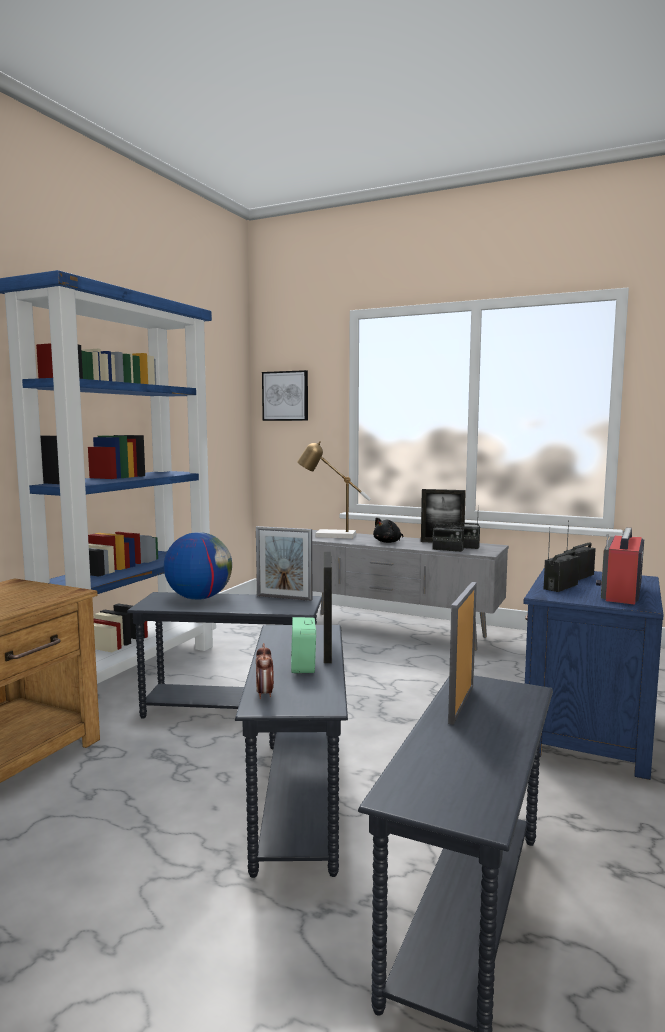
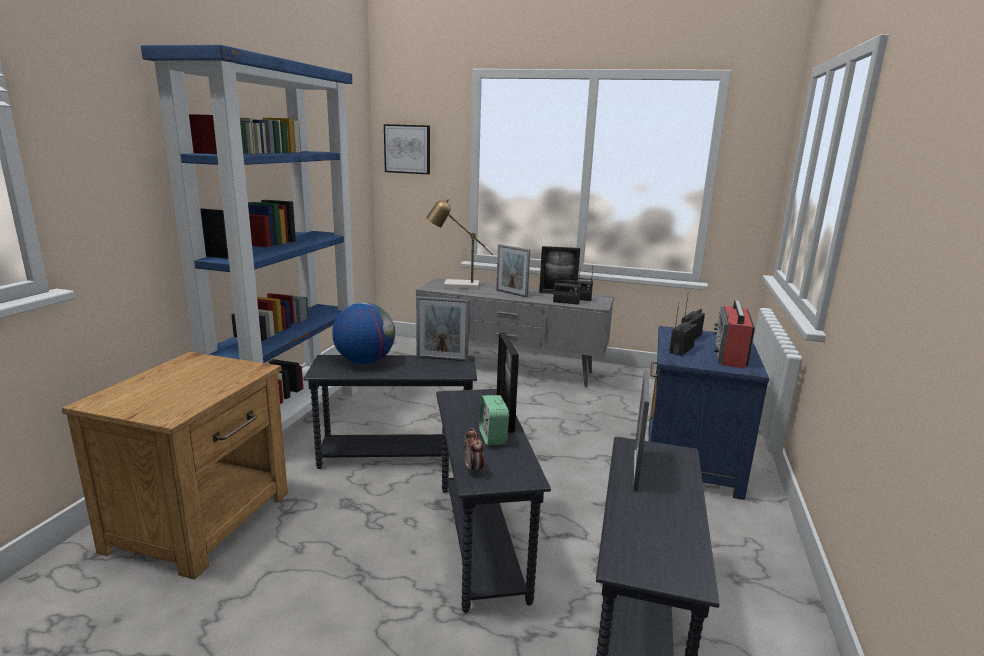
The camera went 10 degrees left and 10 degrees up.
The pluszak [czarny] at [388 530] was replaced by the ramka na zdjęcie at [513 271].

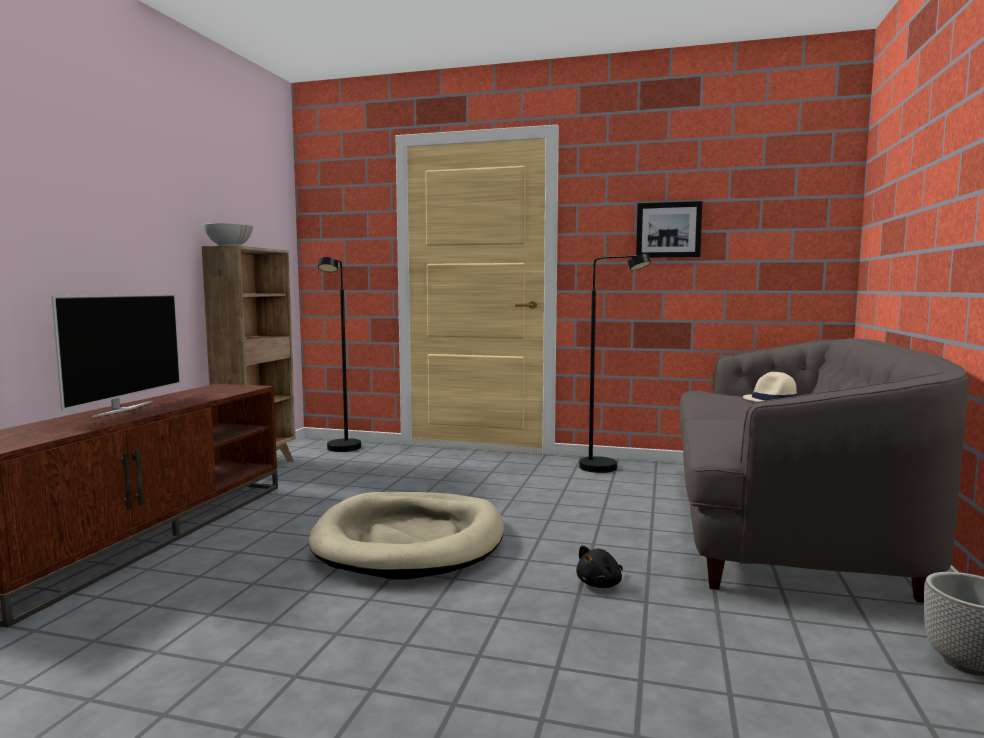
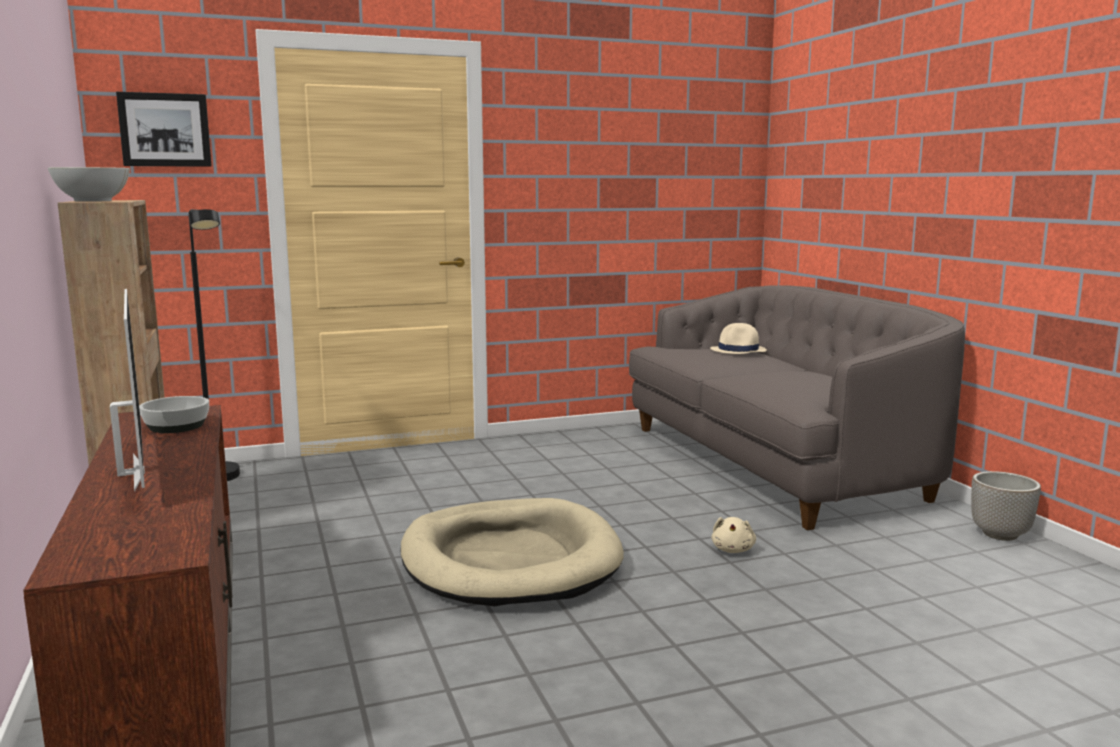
The camera went 35 degrees left and 5 degrees up.
The obraz moved from [669 229] to [164 129].
The lampa stojąca [czarny] at [615 363] disappeared.
The pluszak [czarny] at [599 567] became the pluszak [beżowy] at [733 535].
The miska at [174 414] appeared.

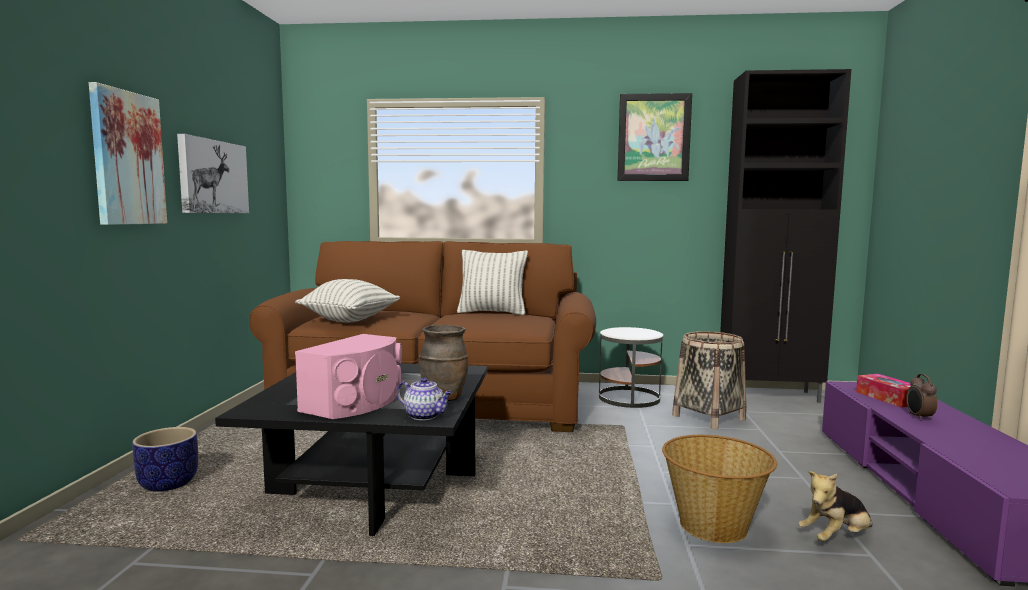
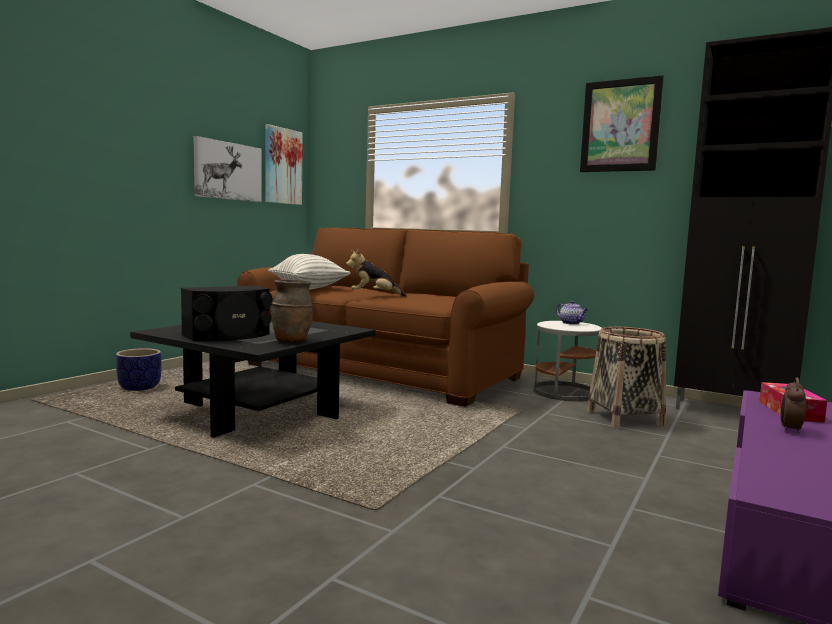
The camera went 25 degrees right and 0 degrees up.
The obraz moved from [128 153] to [284 164].
The poduszka at [492 282] disappeared.
The głośnik [różowy] at [348 376] became the głośnik [czarny] at [226 313].
The imbryk moved from [425 398] to [572 313].
The koszyk at [719 489] disappeared.
The pluszak moved from [835 506] to [376 273].

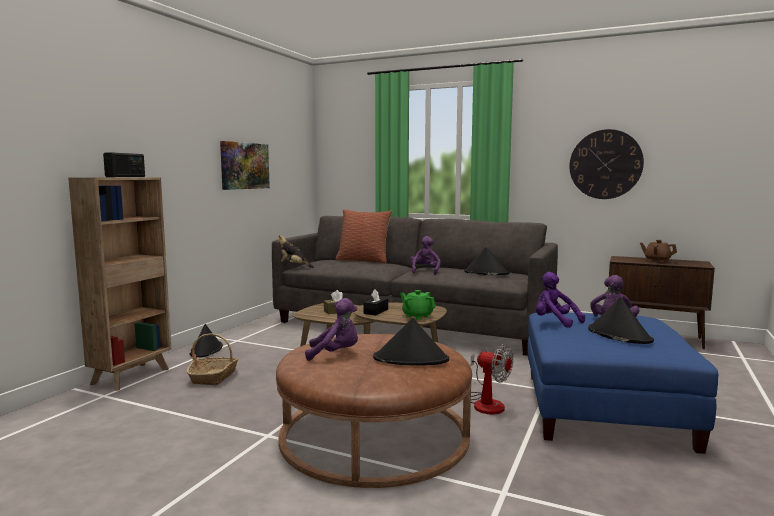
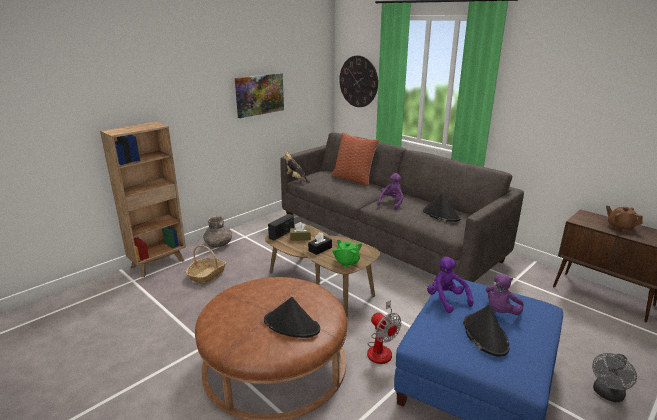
The camera went 20 degrees right and 15 degrees up.
The zegar ścienny moved from [606 164] to [358 81].
The radio moved from [124 164] to [281 227].
The pluszak [fioletowy] at [331 329] disappeared.
The kapelusz [czarny] at [206 341] was replaced by the wazon [szary] at [217 231].
The wentylator [szary] at [614 377] appeared.

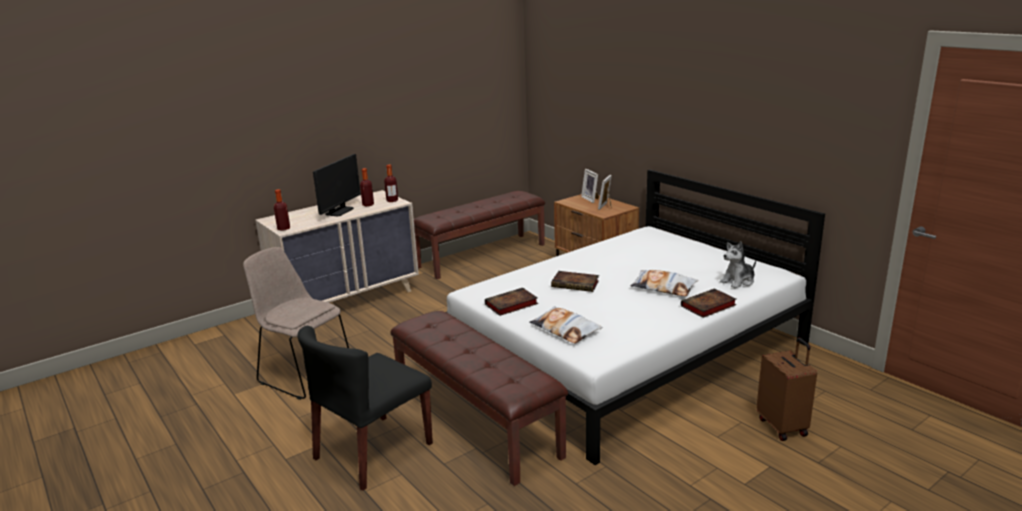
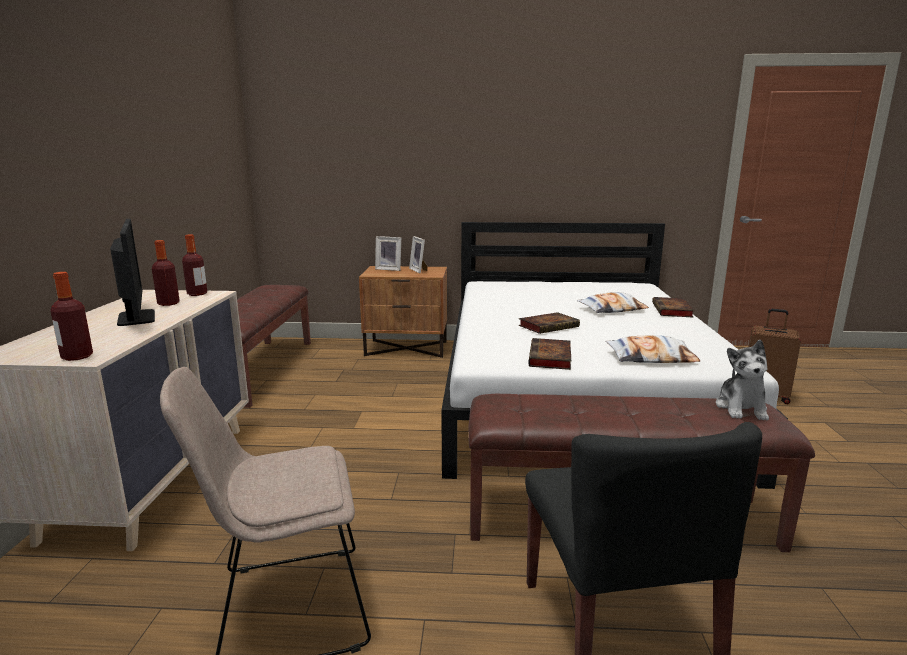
The camera went 50 degrees left and 5 degrees down.
The pluszak moved from [738 264] to [742 380].

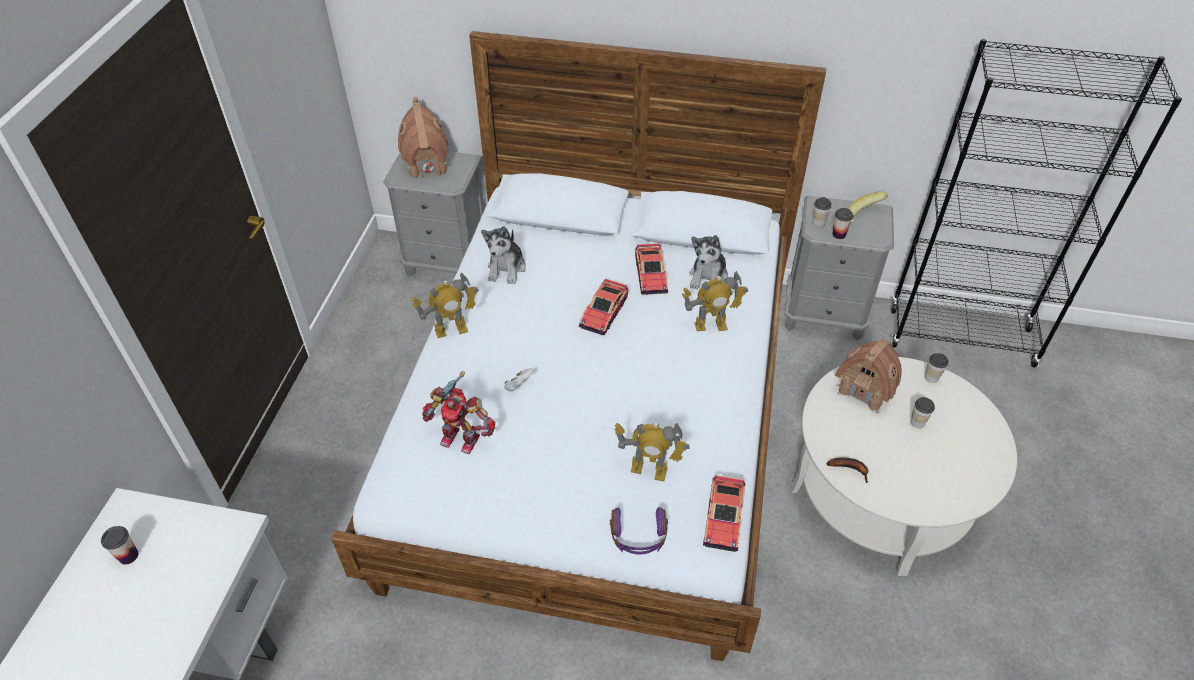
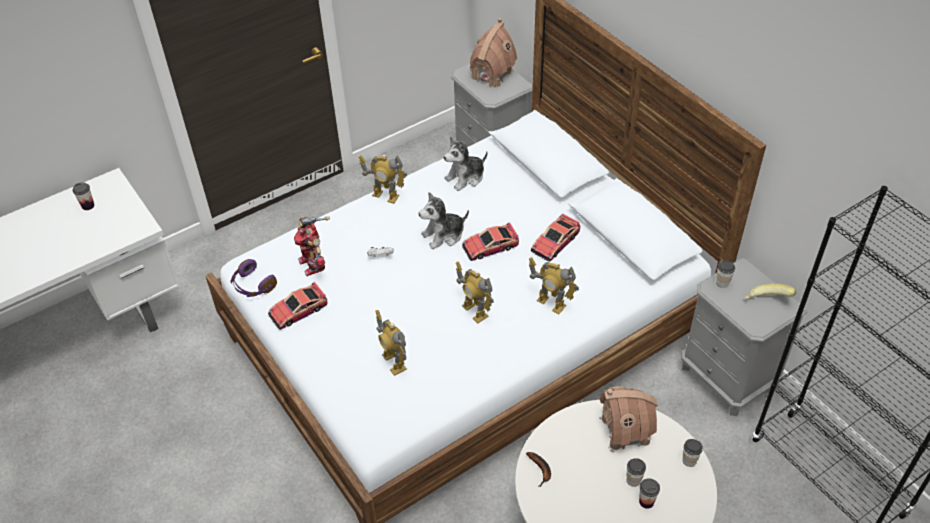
The camera went 45 degrees right and 0 degrees up.
The filiżanka moved from [842 223] to [649 493].
The pluszak moved from [709 262] to [444 220].
The samochodzik moved from [724 513] to [298 306].
The słuchawki [fioletowy] moved from [639 531] to [253 278].
The robot zabawkowy at [475 292] appeared.

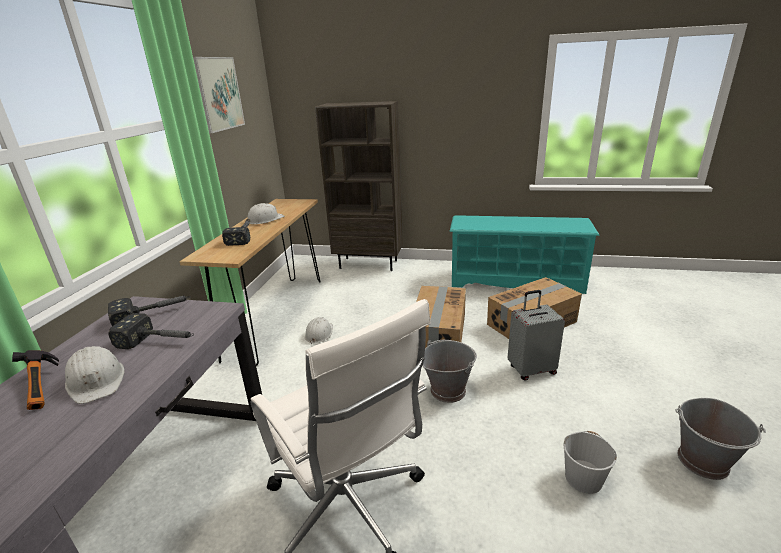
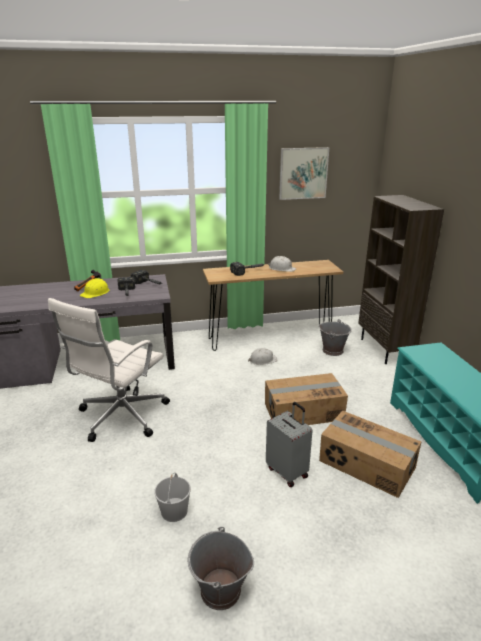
The camera went 65 degrees right and 0 degrees up.
The wiadro [szary] moved from [450 371] to [335 337].
The kask [biały] at [95 375] became the kask [żółty] at [94 288].

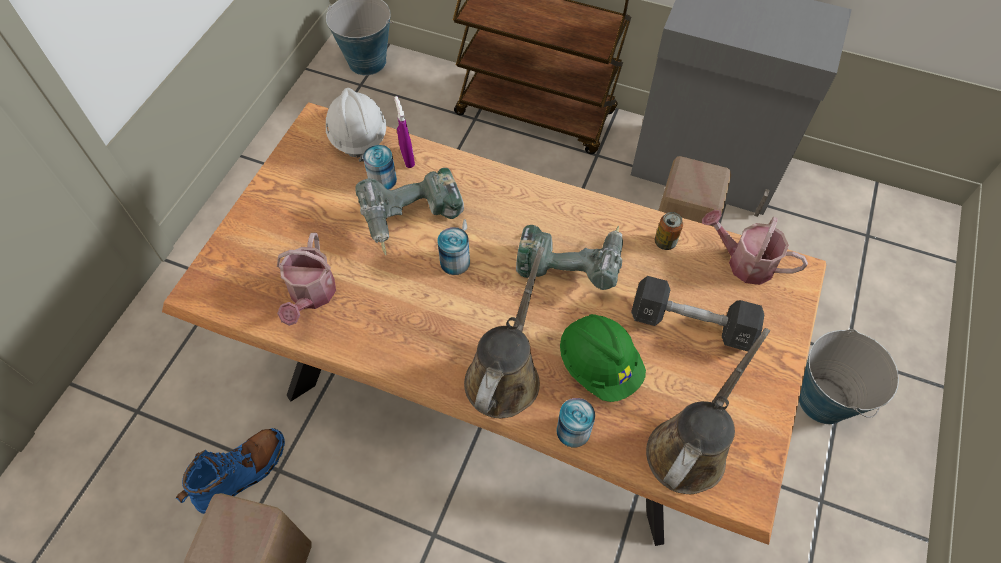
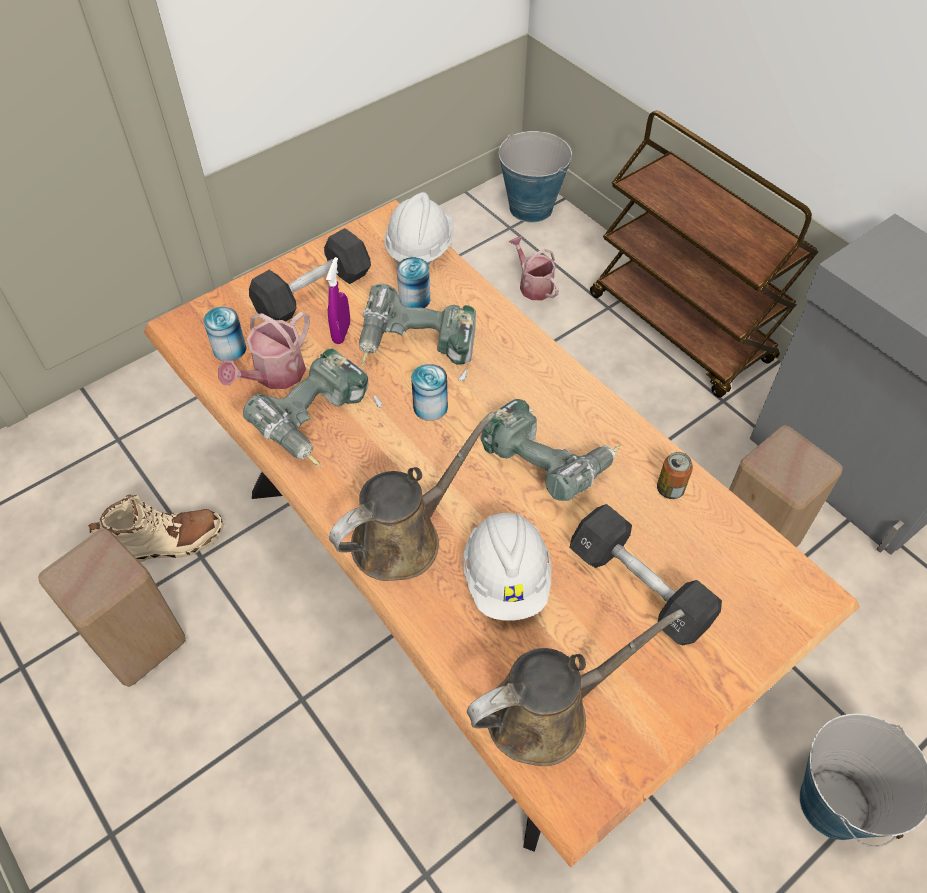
The camera went 30 degrees right and 5 degrees down.
The spryskiwacz [fioletowy] moved from [405 132] to [338 300].
The konewka moved from [755 247] to [534 268].
The kask [zielony] at [603 358] became the kask [biały] at [507 567].
The puszka moved from [575 423] to [224 333].
The but z cholewką [niebieski] at [230 471] became the but z cholewką [beżowy] at [156 528].
The hantel [czarny] at [310 274] appeared.
The wiertarka at [312 408] appeared.

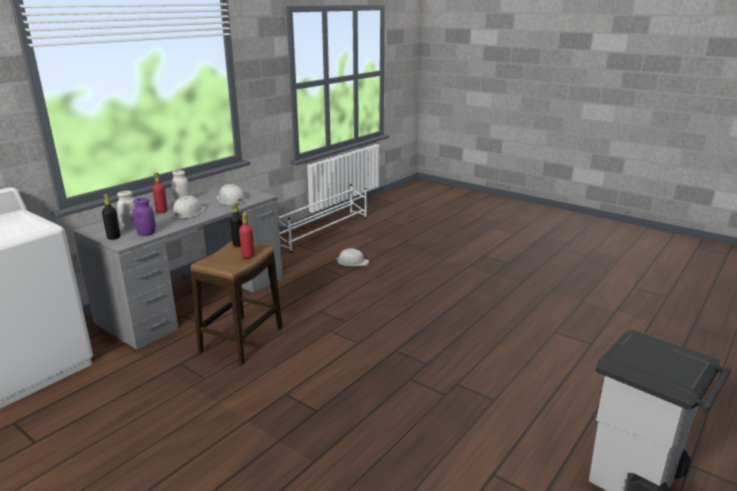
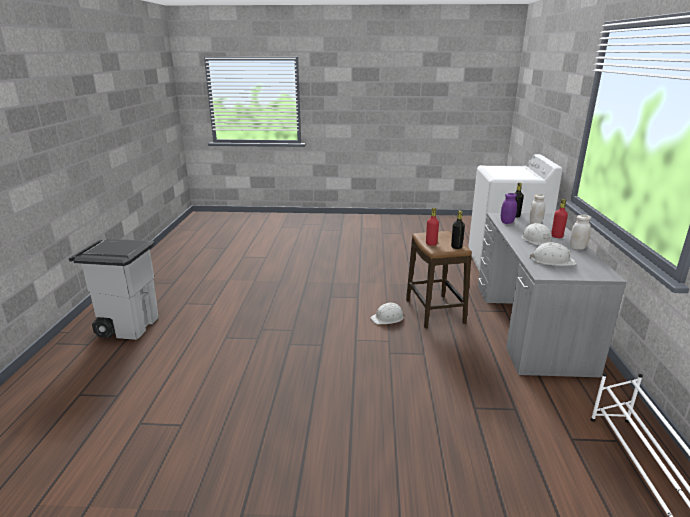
The camera went 145 degrees right and 0 degrees up.
The kask [biały] moved from [352 257] to [387 313].

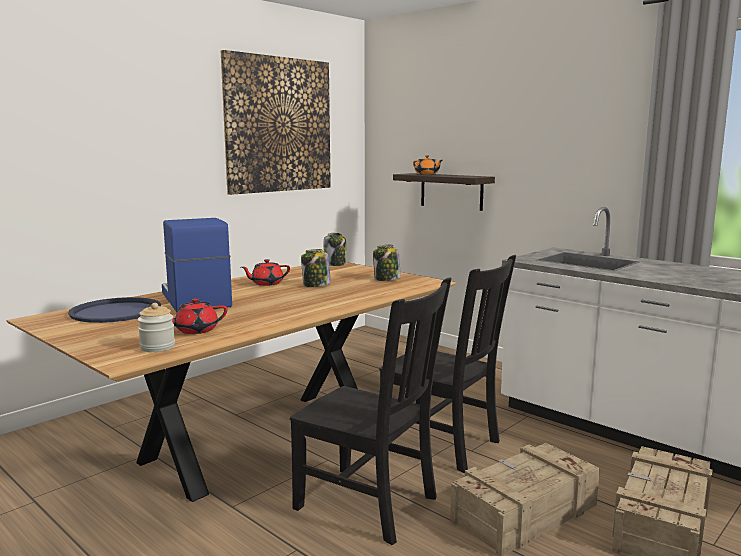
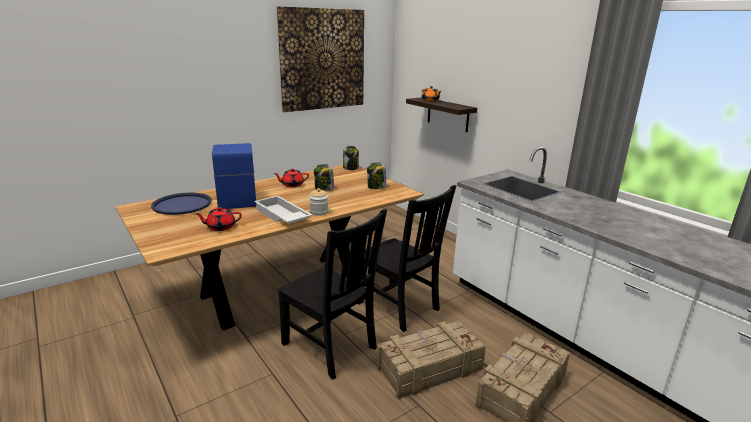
The camera went 10 degrees right and 10 degrees up.
The słoik moved from [156 327] to [318 202].
The taca [biały] at [283 210] appeared.

